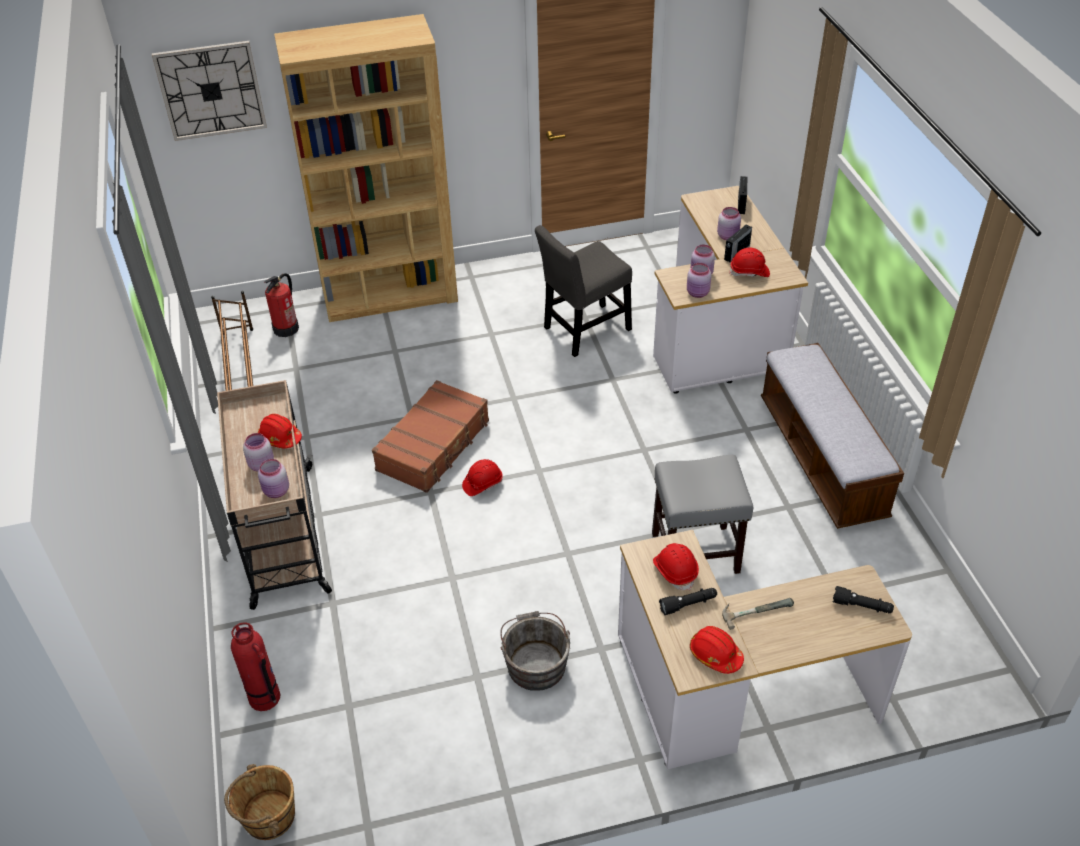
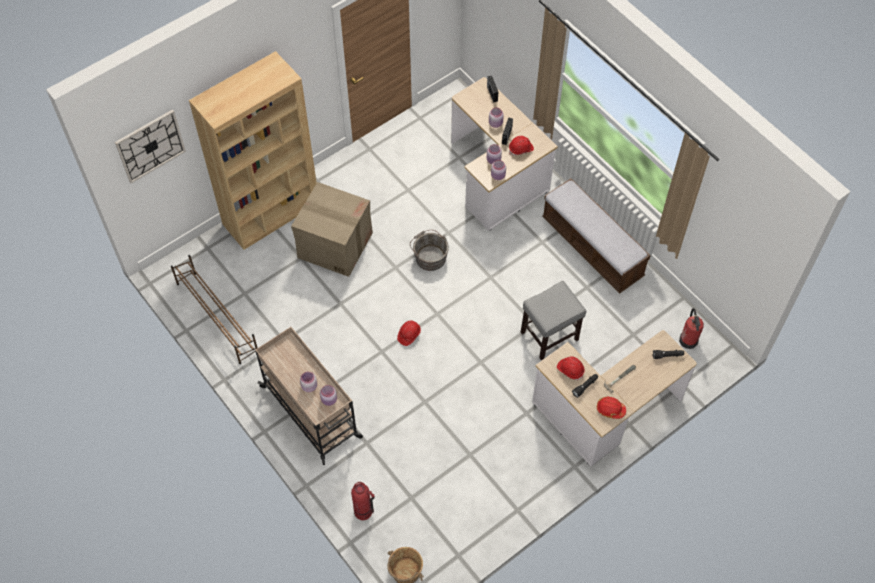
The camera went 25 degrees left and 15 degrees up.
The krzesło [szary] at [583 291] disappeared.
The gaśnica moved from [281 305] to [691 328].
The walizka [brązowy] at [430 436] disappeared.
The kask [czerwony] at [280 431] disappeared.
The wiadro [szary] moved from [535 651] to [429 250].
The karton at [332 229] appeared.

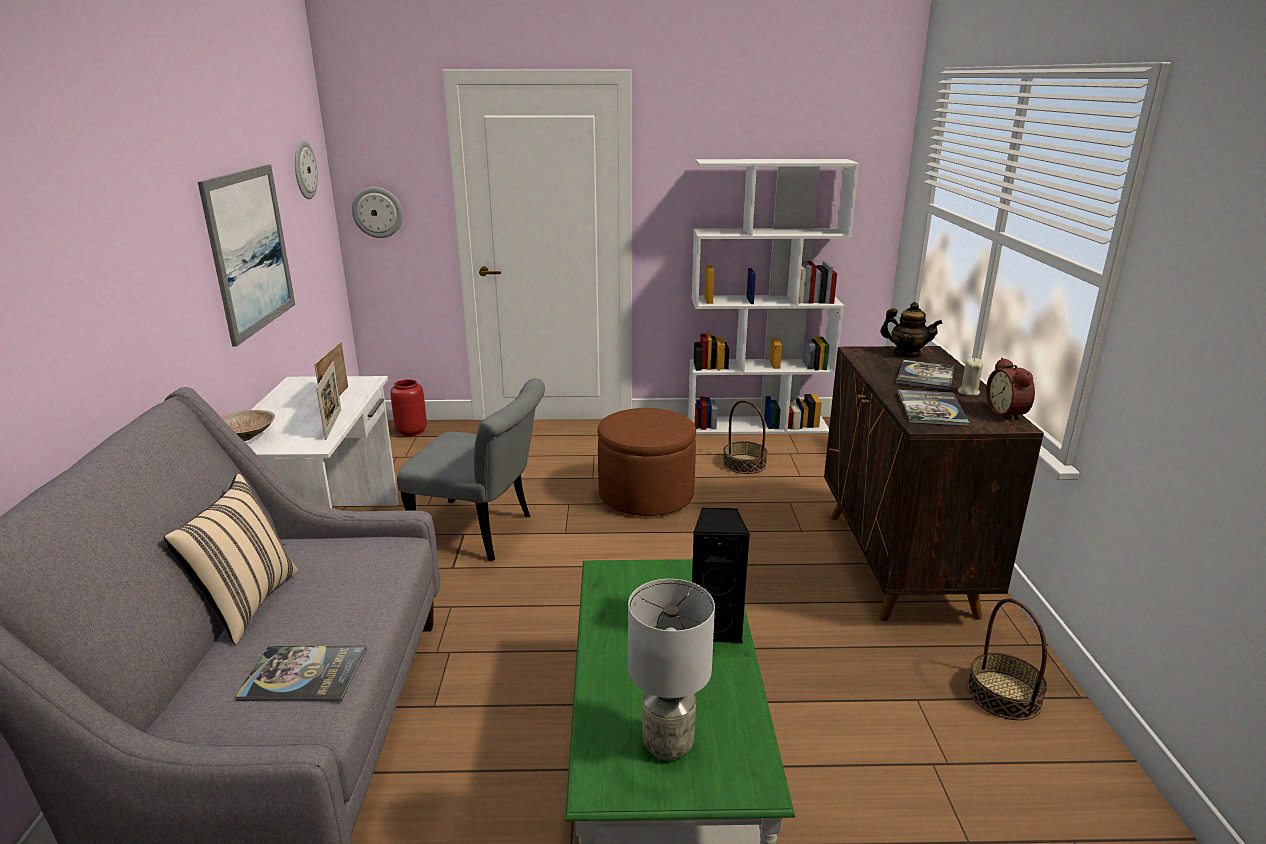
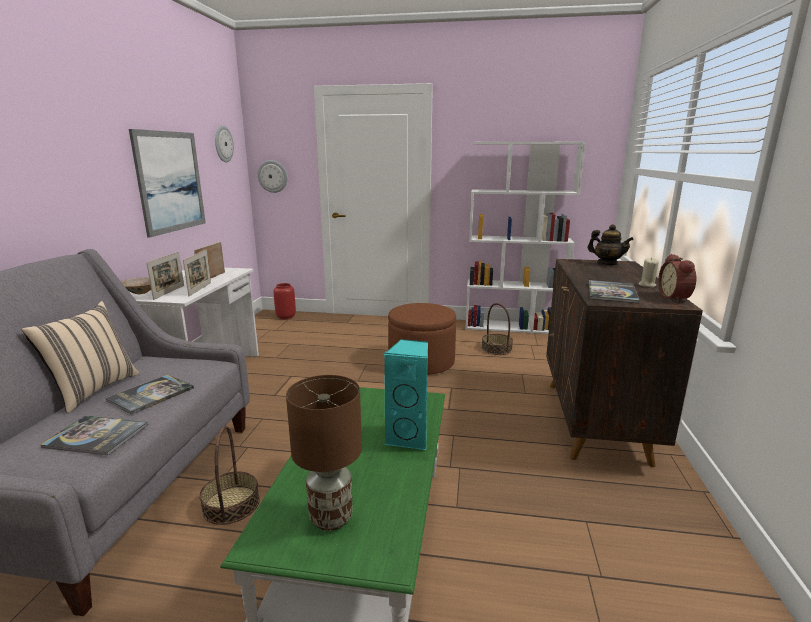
The camera went 10 degrees right and 5 degrees down.
The książka moved from [925 375] to [149 395].
The krzesło [szary] at [471 469] disappeared.
The głośnik [czarny] at [721 575] became the głośnik [turkusowy] at [405 394].
The lampa stołowa [szary] at [671 669] became the lampa stołowa [brązowy] at [324 453].
The koszyk moved from [1007 659] to [229 475].
The ramka na zdjęcie at [165 276] appeared.

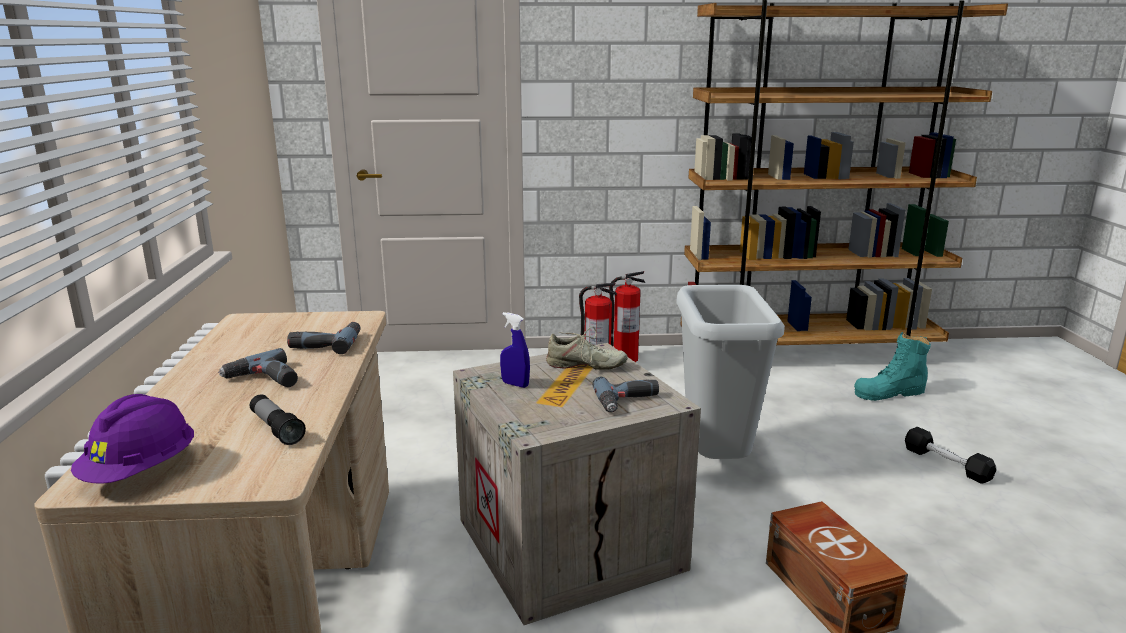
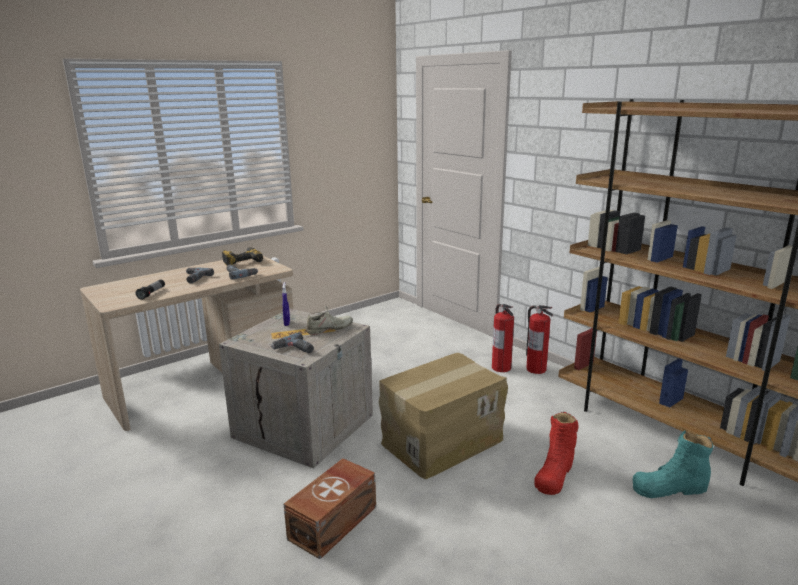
The camera went 55 degrees right and 0 degrees up.
The kosz na śmieci [szary] at [730 372] was replaced by the karton at [443 416].
The but [beżowy] at [587 348] turned 90 degrees counterclockwise.
The but z cholewką [turkusowy] at [892 366] turned 45 degrees counterclockwise.
The kask [fioletowy] at [132 439] disappeared.
The hantel [czarny] at [950 455] disappeared.
The wiertarka at [242 256] appeared.
The but z cholewką [czerwony] at [556 453] appeared.

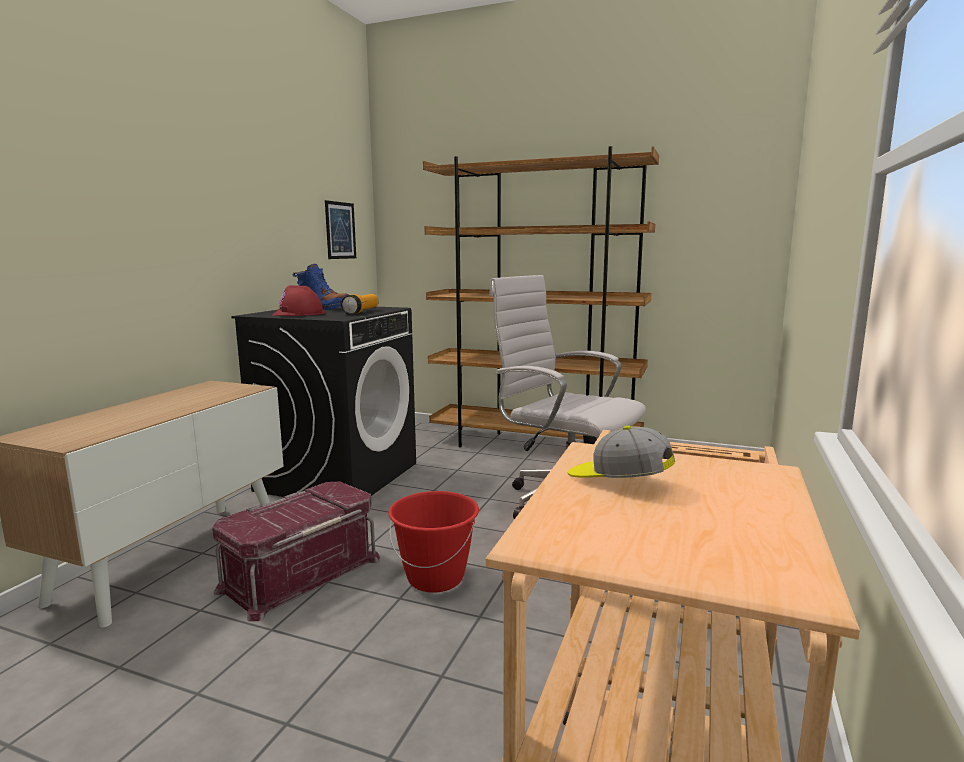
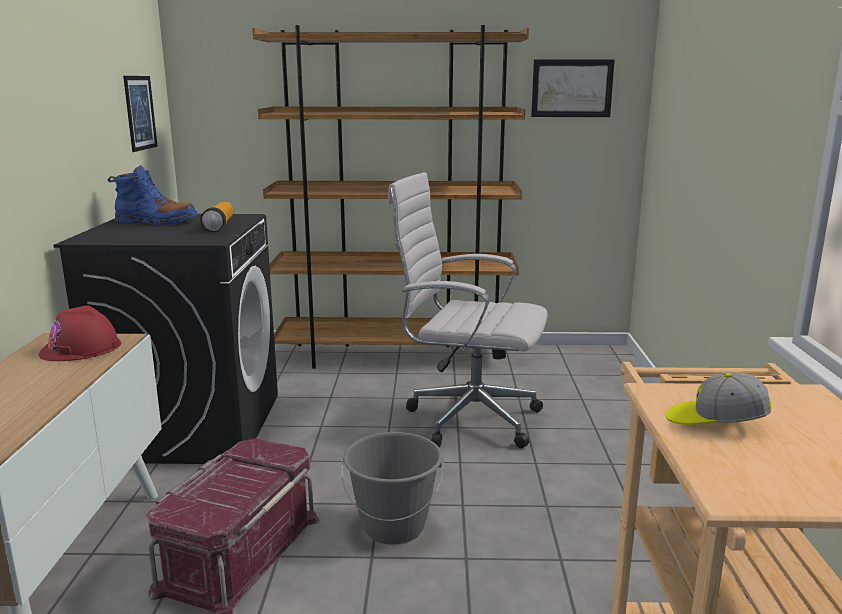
The camera went 20 degrees left and 5 degrees up.
The kask [czerwony] moved from [298 300] to [79 333].
The wiadro [czerwony] at [433 542] became the wiadro [szary] at [392 488].
The obraz at [573 88] appeared.

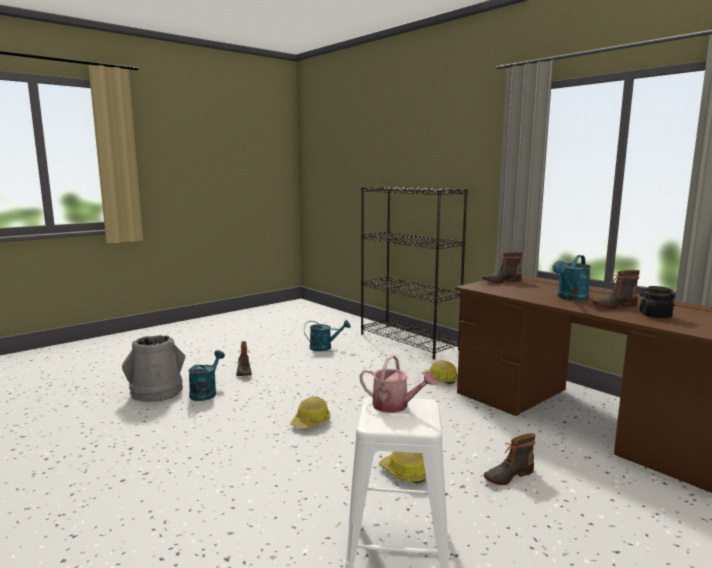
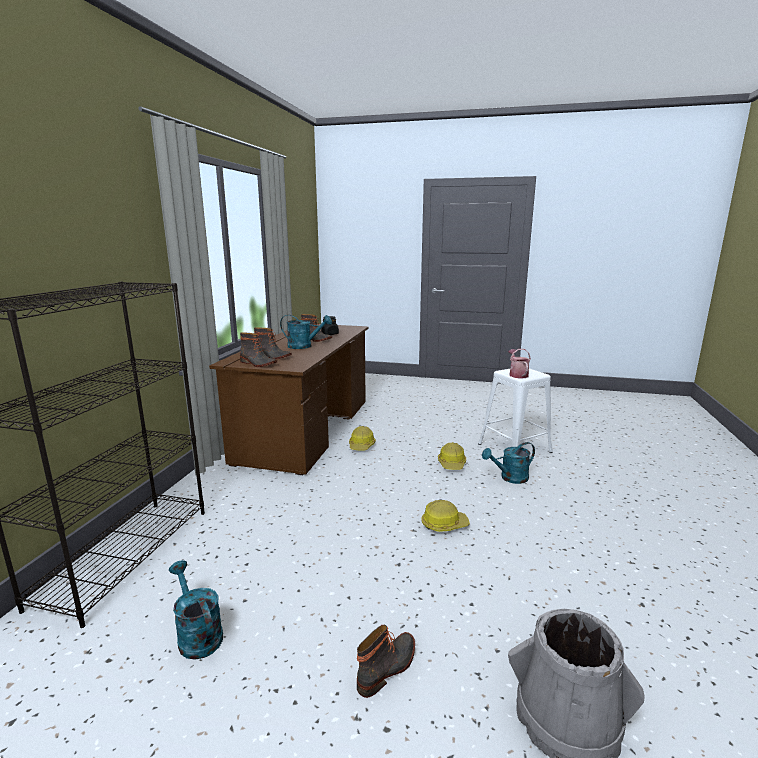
The camera went 125 degrees left and 5 degrees up.
The konewka [turkusowy] moved from [206 375] to [508 463].
The kask moved from [440 372] to [362 438].
The but z cholewką moved from [509 459] to [273 343].

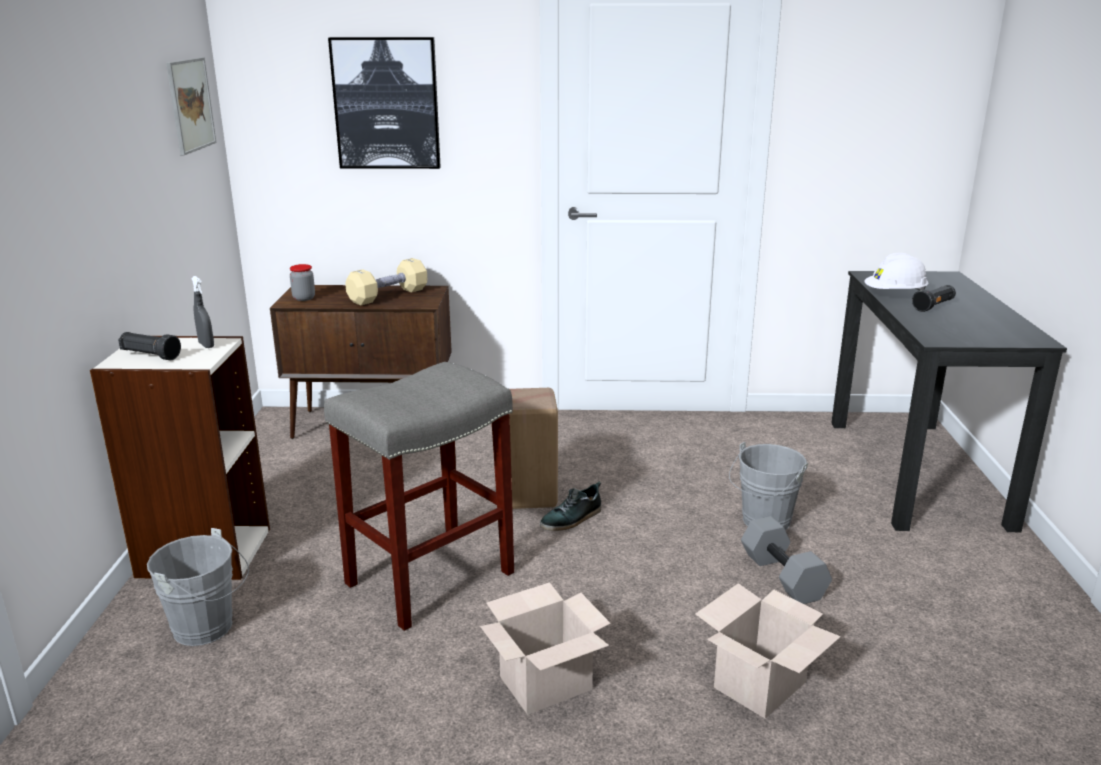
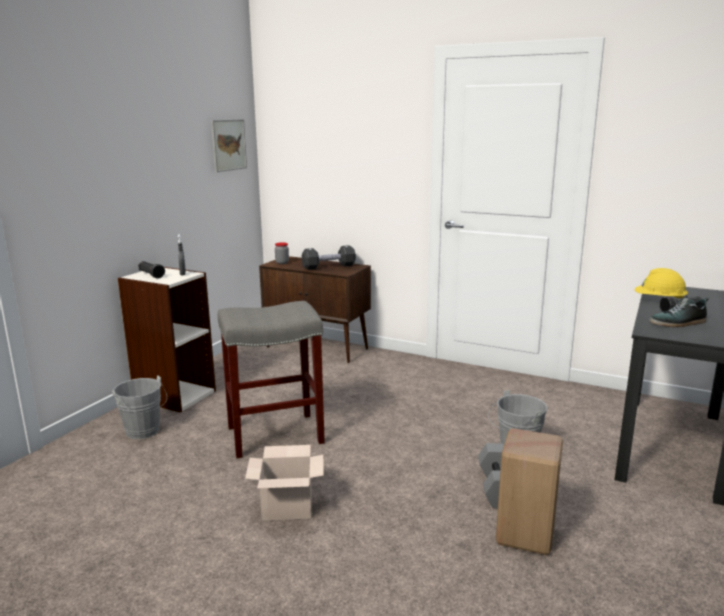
The camera went 25 degrees right and 5 degrees down.
The obraz at [384 103] disappeared.
The kask [biały] at [896 272] became the kask [żółty] at [661 283].
The hantel [beżowy] at [386 281] became the hantel [czarny] at [329 257].
The stołek [beżowy] moved from [534 448] to [529 491].
The but moved from [570 506] to [679 312].
The karton at [768 651] disappeared.

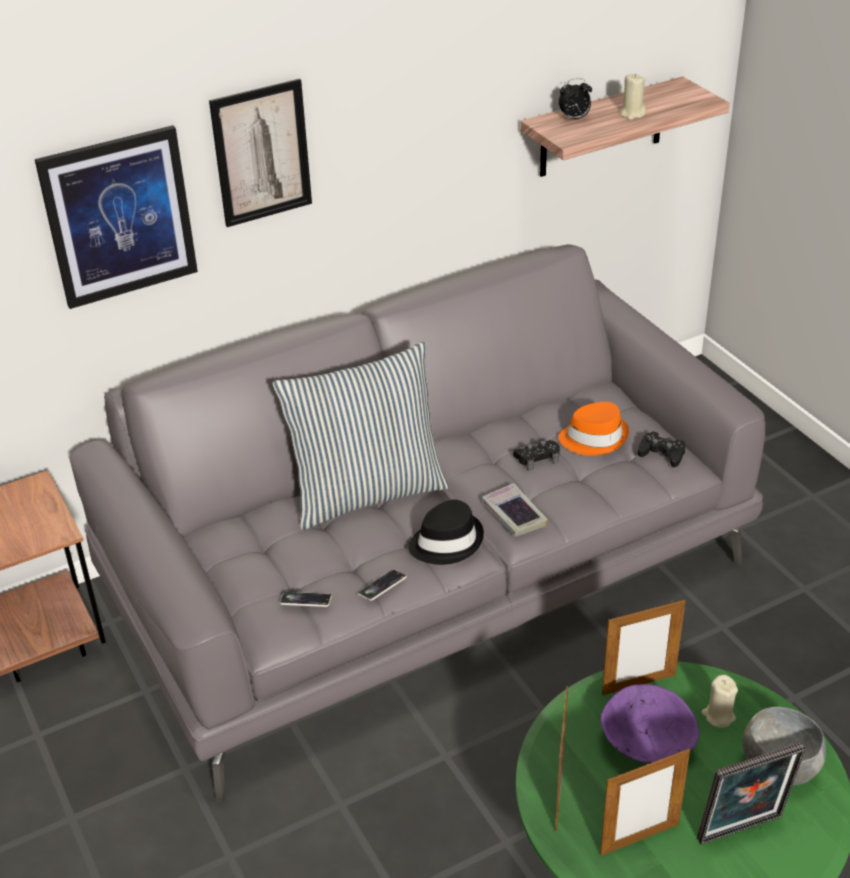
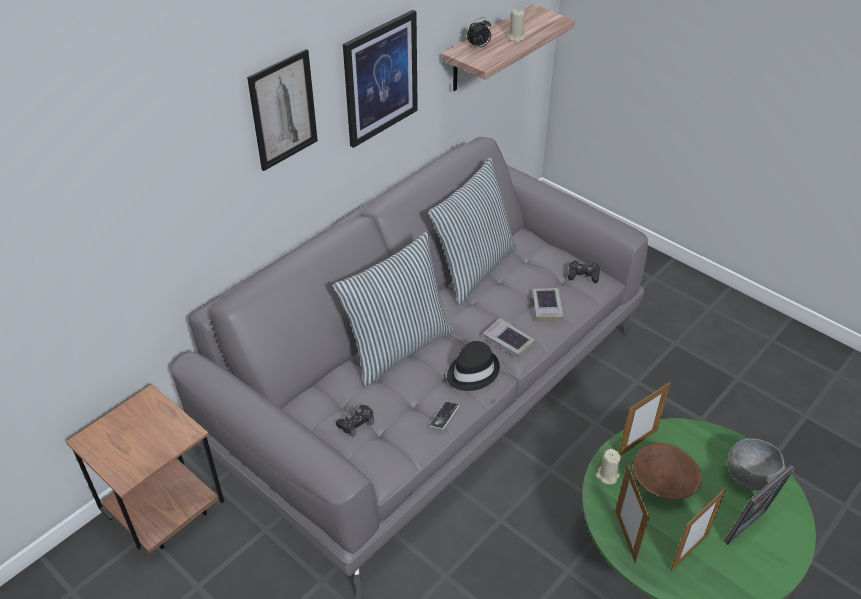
The camera went 20 degrees left and 5 degrees up.
The obraz moved from [116 217] to [380 79].
The kapelusz [pomarańczowy] at [593 429] disappeared.
The pad do gier [czarny] moved from [536 455] to [355 421].
The telefon at [306 599] disappeared.
The świeca [beżowy] moved from [719 701] to [609 467].
The miska [fioletowy] at [650 724] became the miska [brązowy] at [668 471].
The poduszka at [473 230] appeared.
The książka at [548 305] appeared.

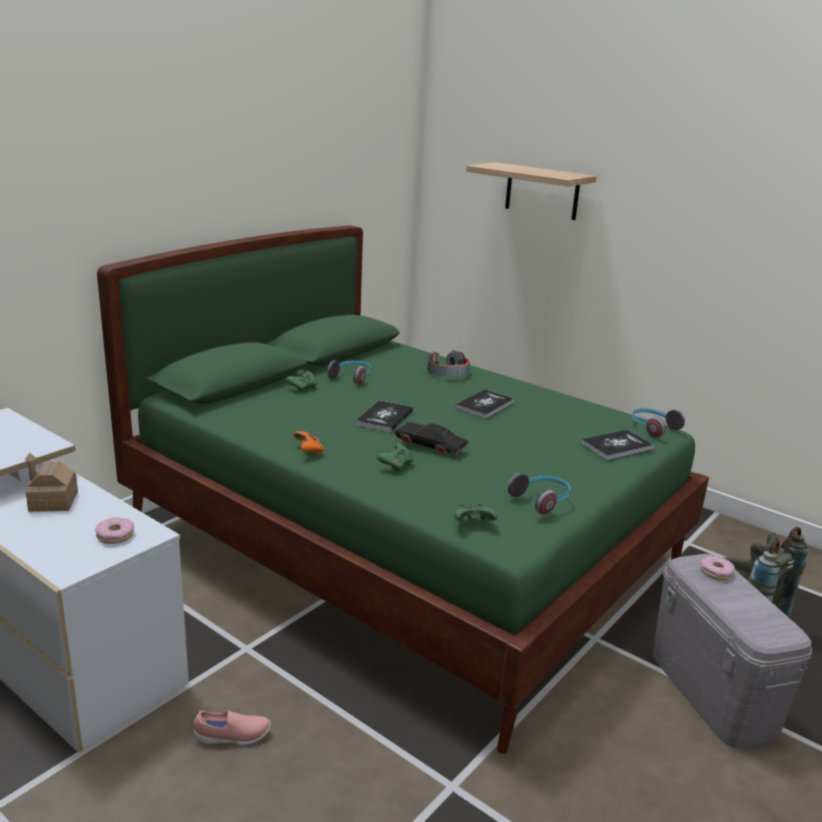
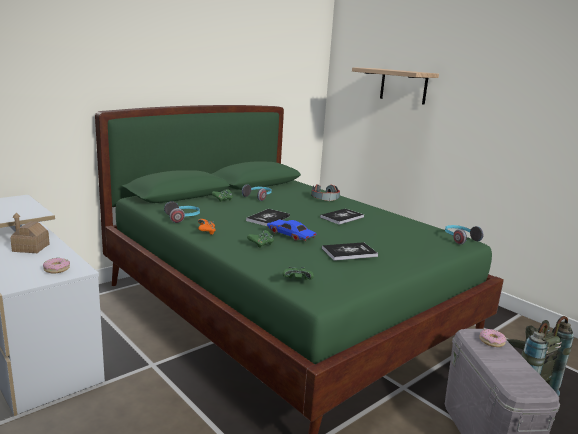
The camera went 10 degrees right and 5 degrees down.
The samochodzik [czarny] at [432 438] became the samochodzik [niebieski] at [291 230].
The książka moved from [617 445] to [350 251].
The słuchawki moved from [539 494] to [182 212].
The but [różowy] at [232 728] disappeared.

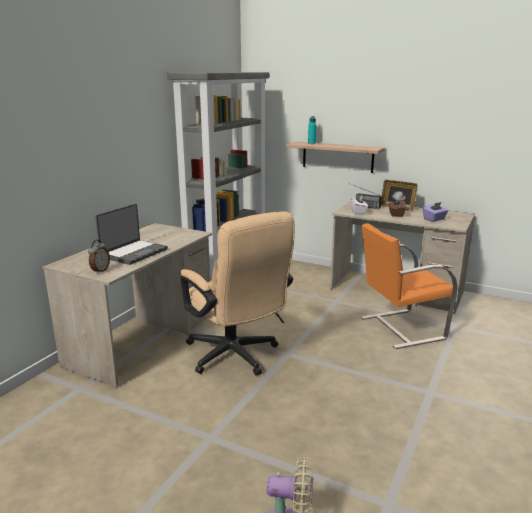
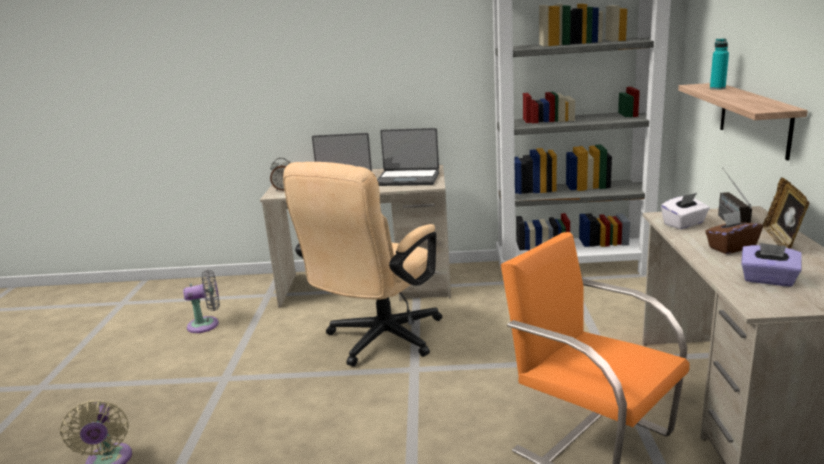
The camera went 65 degrees right and 0 degrees up.
The laptop at [408 157] appeared.
The wentylator [szary] at [201 301] appeared.

